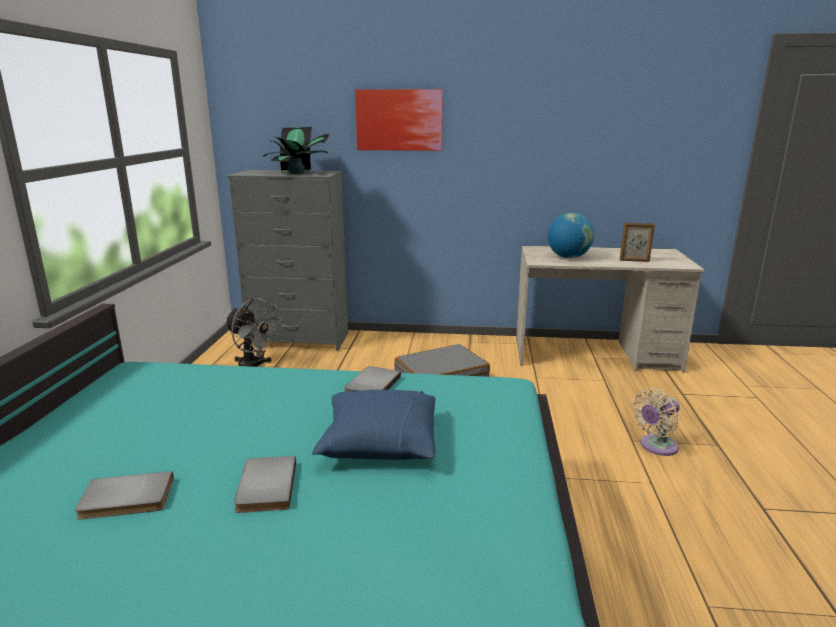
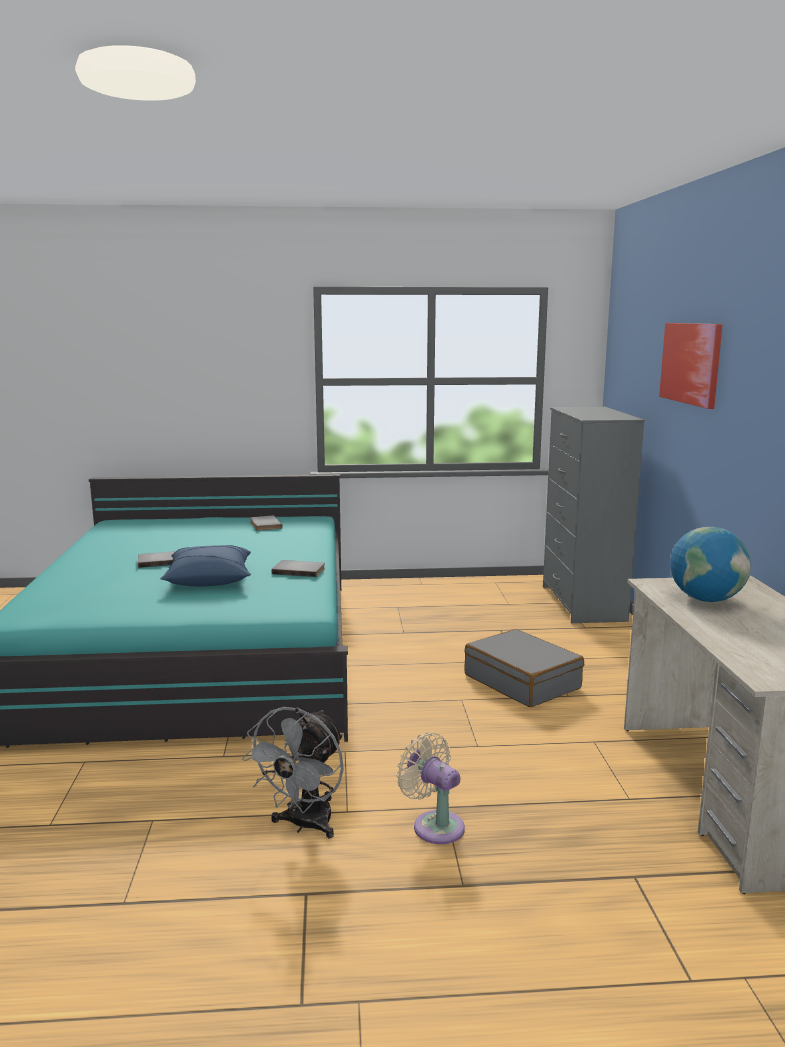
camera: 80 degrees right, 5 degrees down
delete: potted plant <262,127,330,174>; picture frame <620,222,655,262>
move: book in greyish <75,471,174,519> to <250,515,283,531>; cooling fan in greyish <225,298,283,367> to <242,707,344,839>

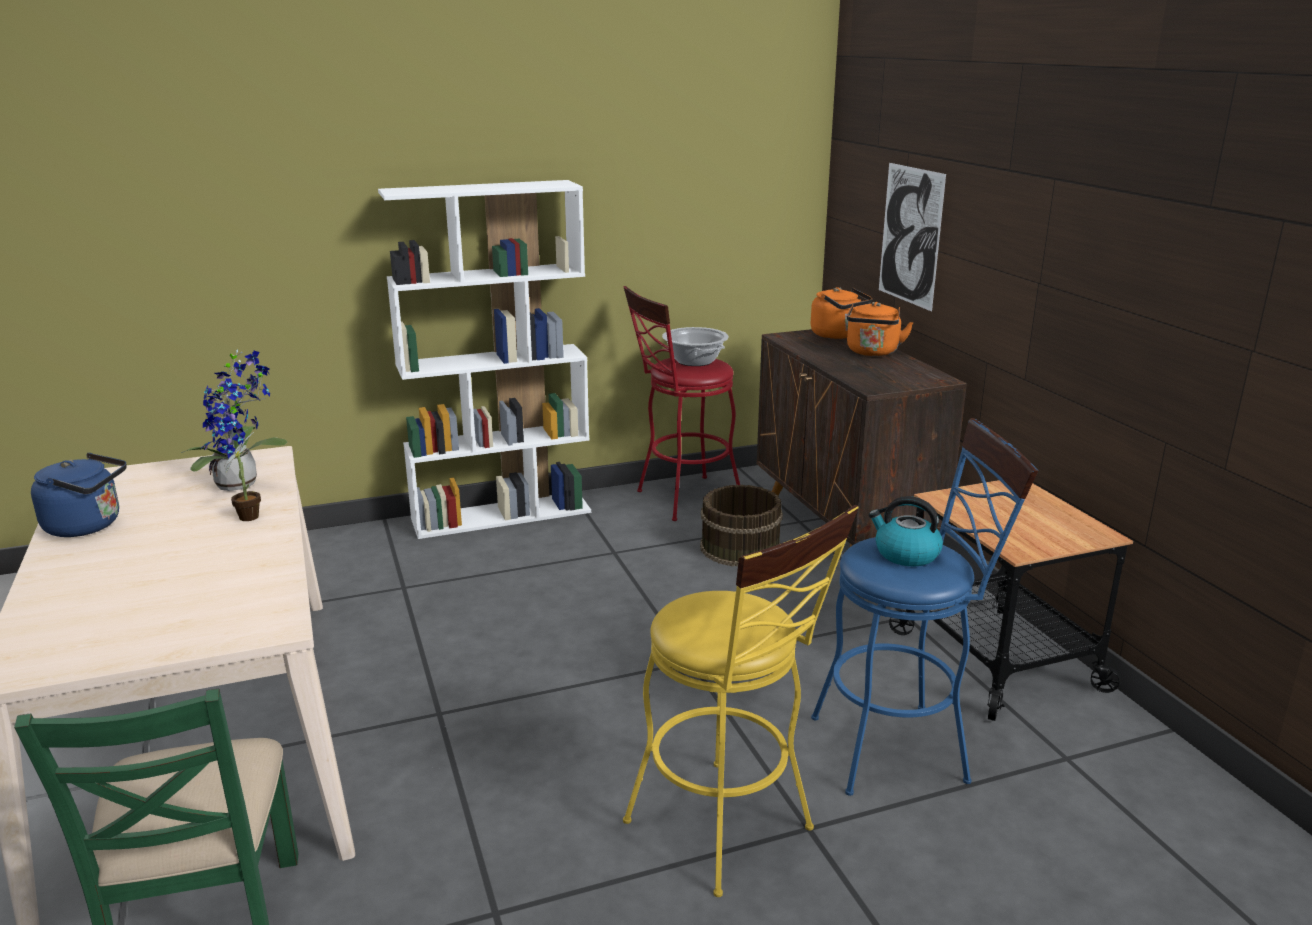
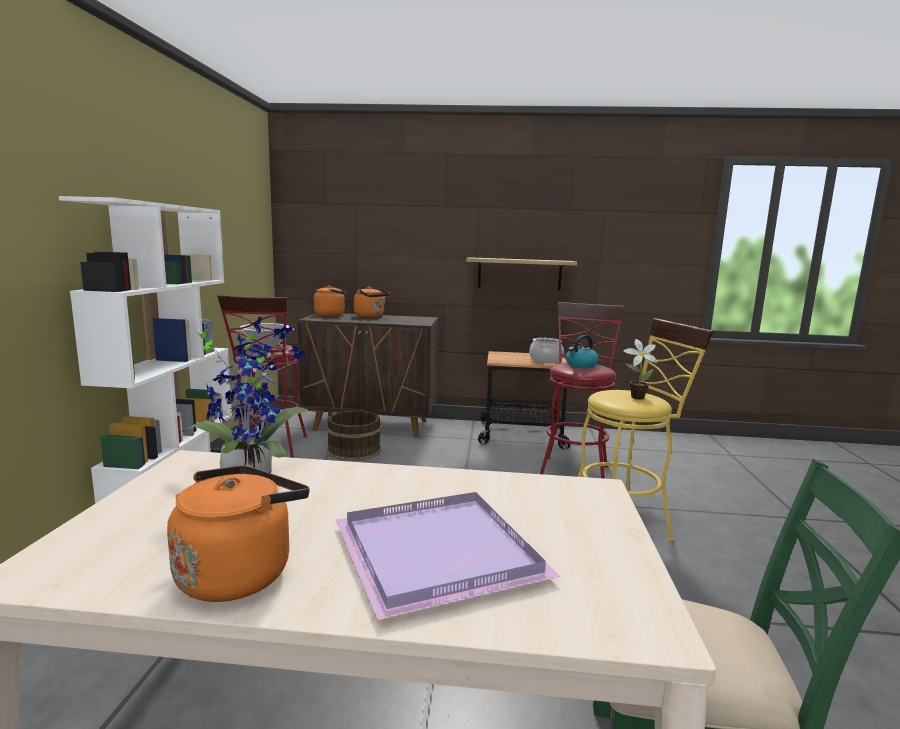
camera: 65 degrees left, 10 degrees down
delete: wall picture <879,163,946,311>
insert: tray in purple <336,492,561,620>; shelf <466,257,577,291>; cooking pot <529,338,564,363>
move: potted plant <225,431,261,521> to <623,339,658,399>
recolor: kettle in blue-coloured <31,453,127,537> to kettle in orangey <167,465,310,602>; stool in blue-coloured <811,418,1038,796> to stool in red <540,302,625,479>

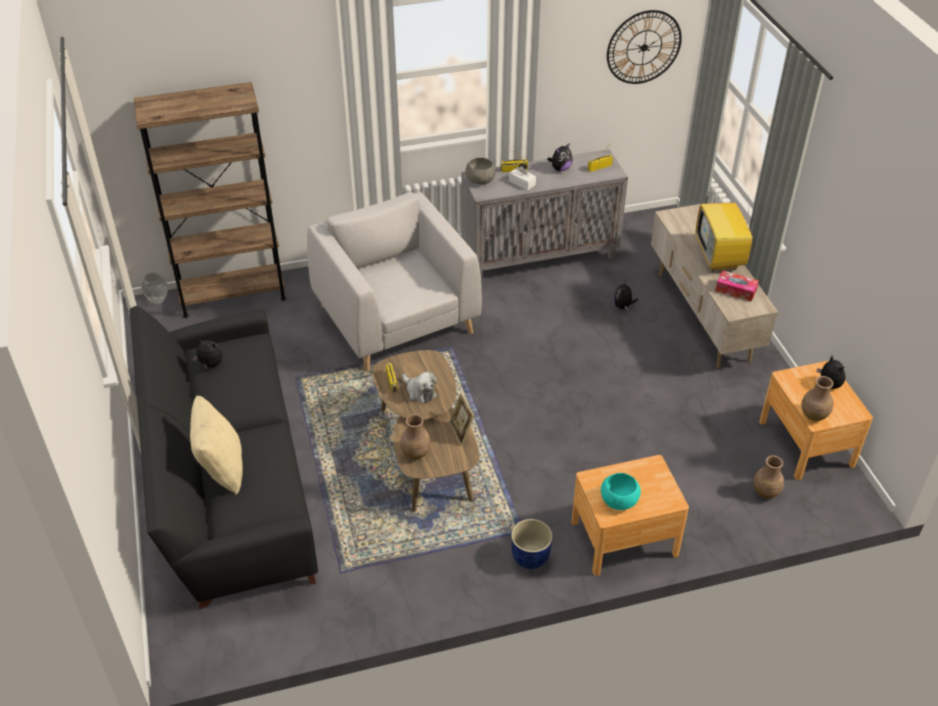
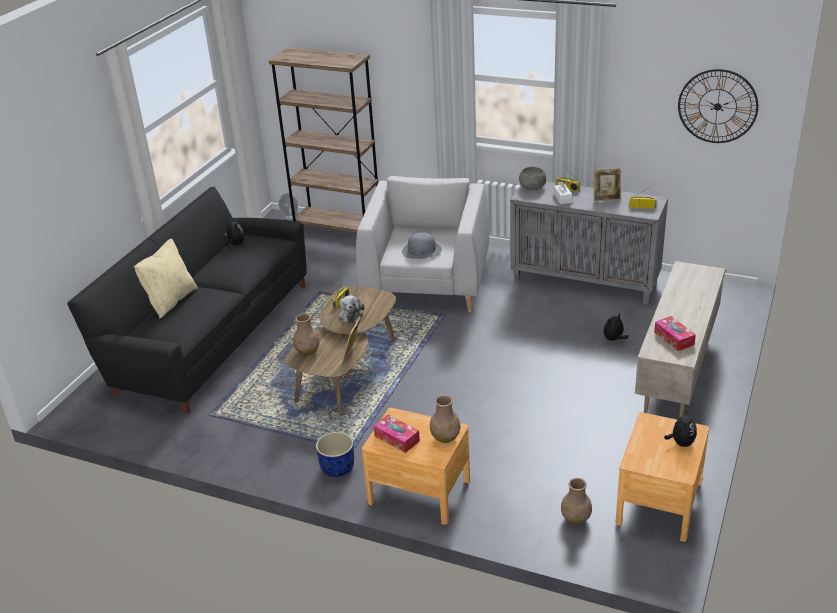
camera: 40 degrees right, 10 degrees down
delete: television <695,197,757,271>
insert: clothing hat in greyish <402,232,442,259>
move: decorative vase in brownish <801,376,833,421> to <430,395,461,443>
replace: soft toy <547,143,573,171> to picture frame <594,168,621,202>; deep dish in blue-green <601,473,641,510> to tissue box <373,415,420,453>

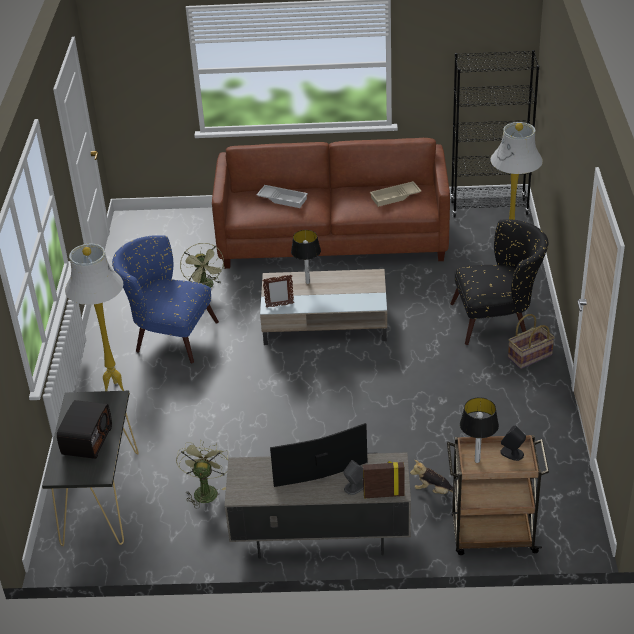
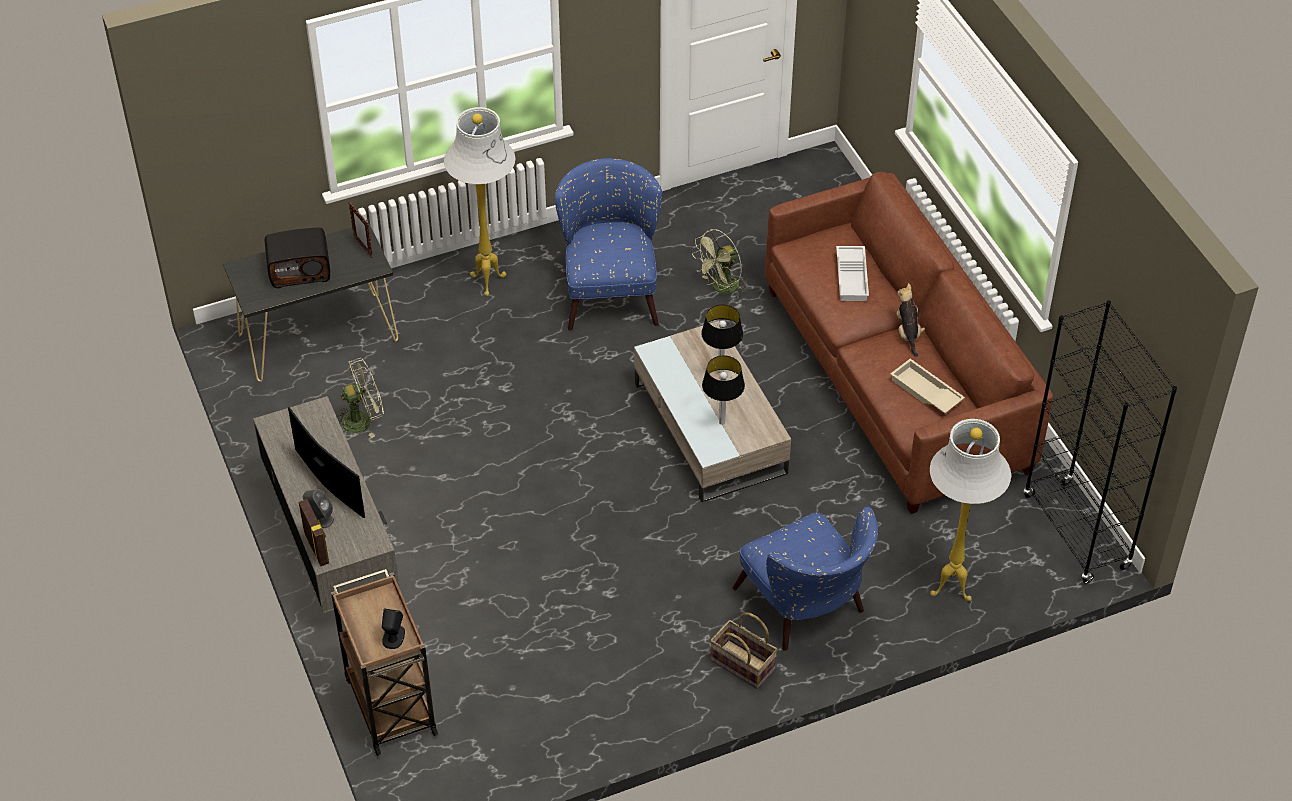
camera: 65 degrees right, 10 degrees up
move: picture frame <262,274,294,308> to <349,202,373,258>; soft toy <410,460,453,494> to <896,283,925,357>; table lamp <460,397,499,463> to <702,356,745,425>
recolor: easy chair in black-coloured <450,219,548,345> to easy chair in blue-coloured <732,506,878,651>

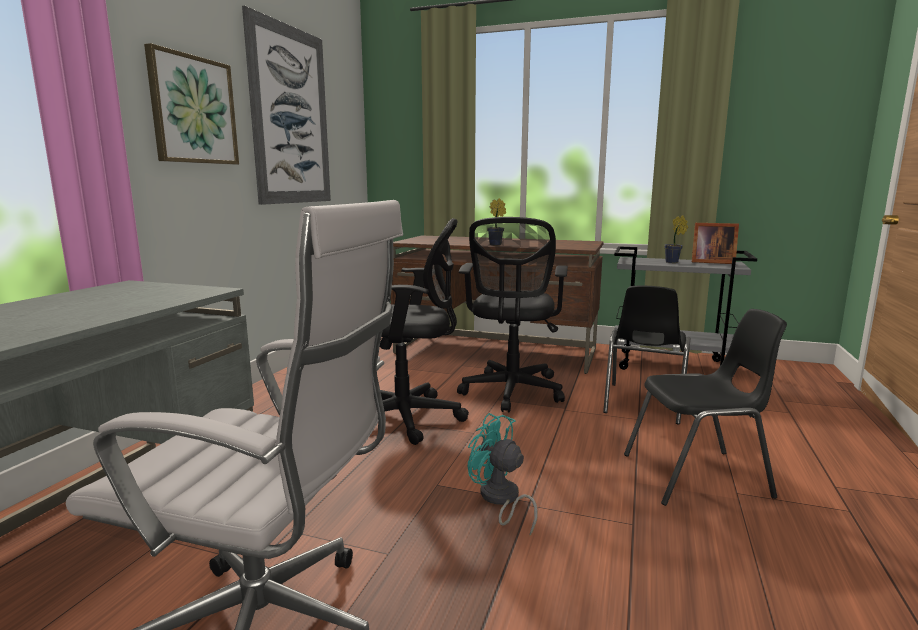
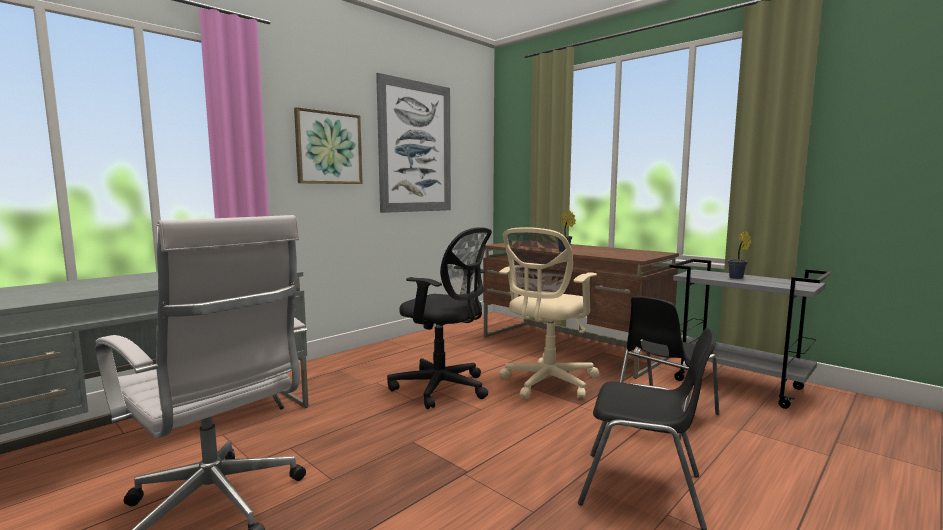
camera: 25 degrees right, 5 degrees down
delete: cooling fan in blue-green <468,413,538,536>; picture frame <692,223,739,264>
recolor: office chair in black-coloured <457,217,568,413> to office chair in beige-coloured <499,227,600,399>

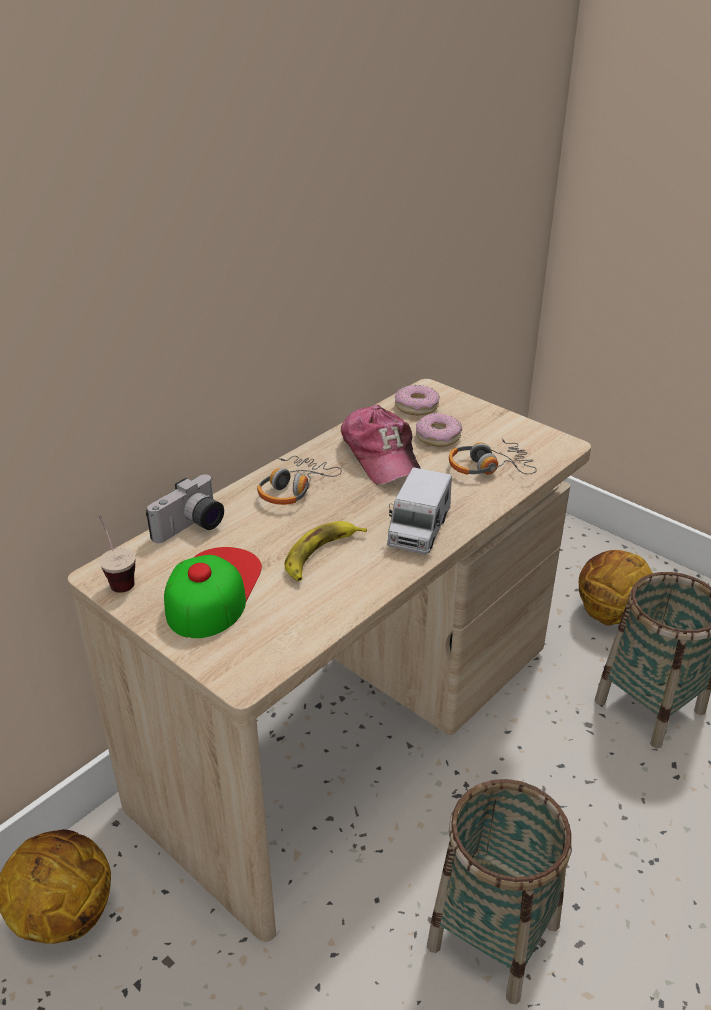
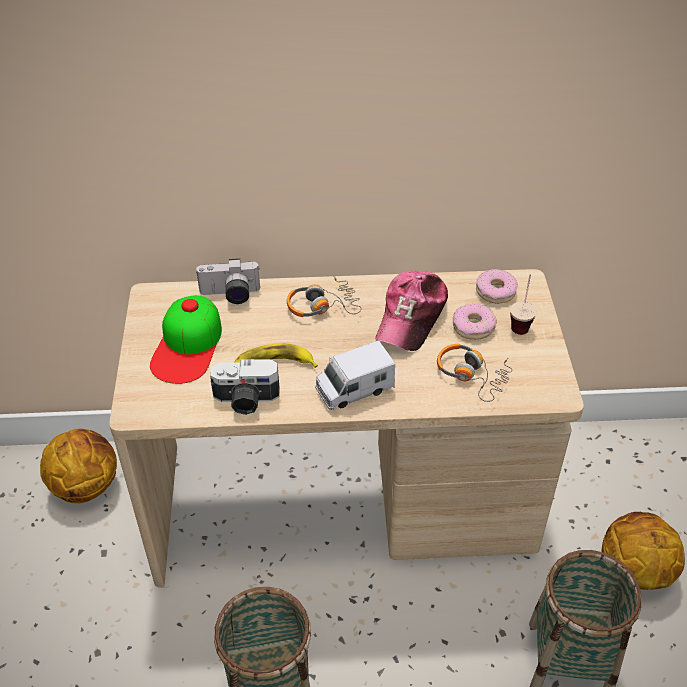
camera: 45 degrees right, 10 degrees up
insert: still camera <210,359,280,415>
move: small cup <99,515,136,593> to <510,274,537,335>
rotate: baseball cap <164,547,262,638> = <150,295,222,384> 135 degrees clockwise

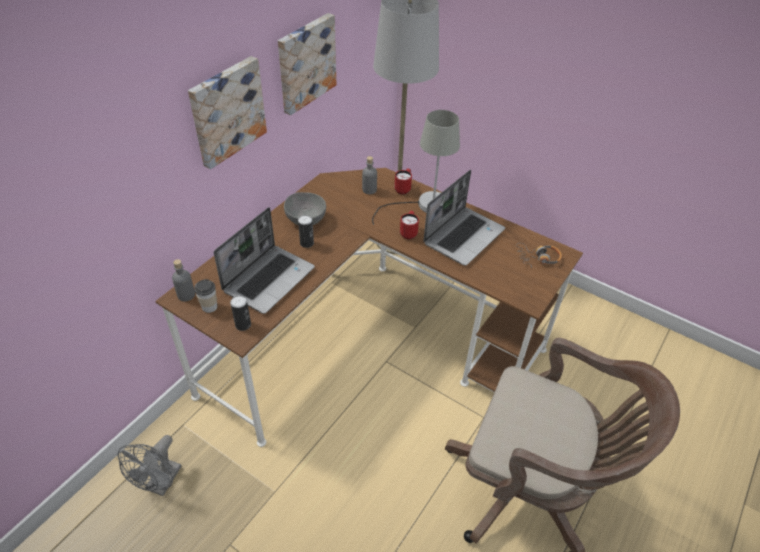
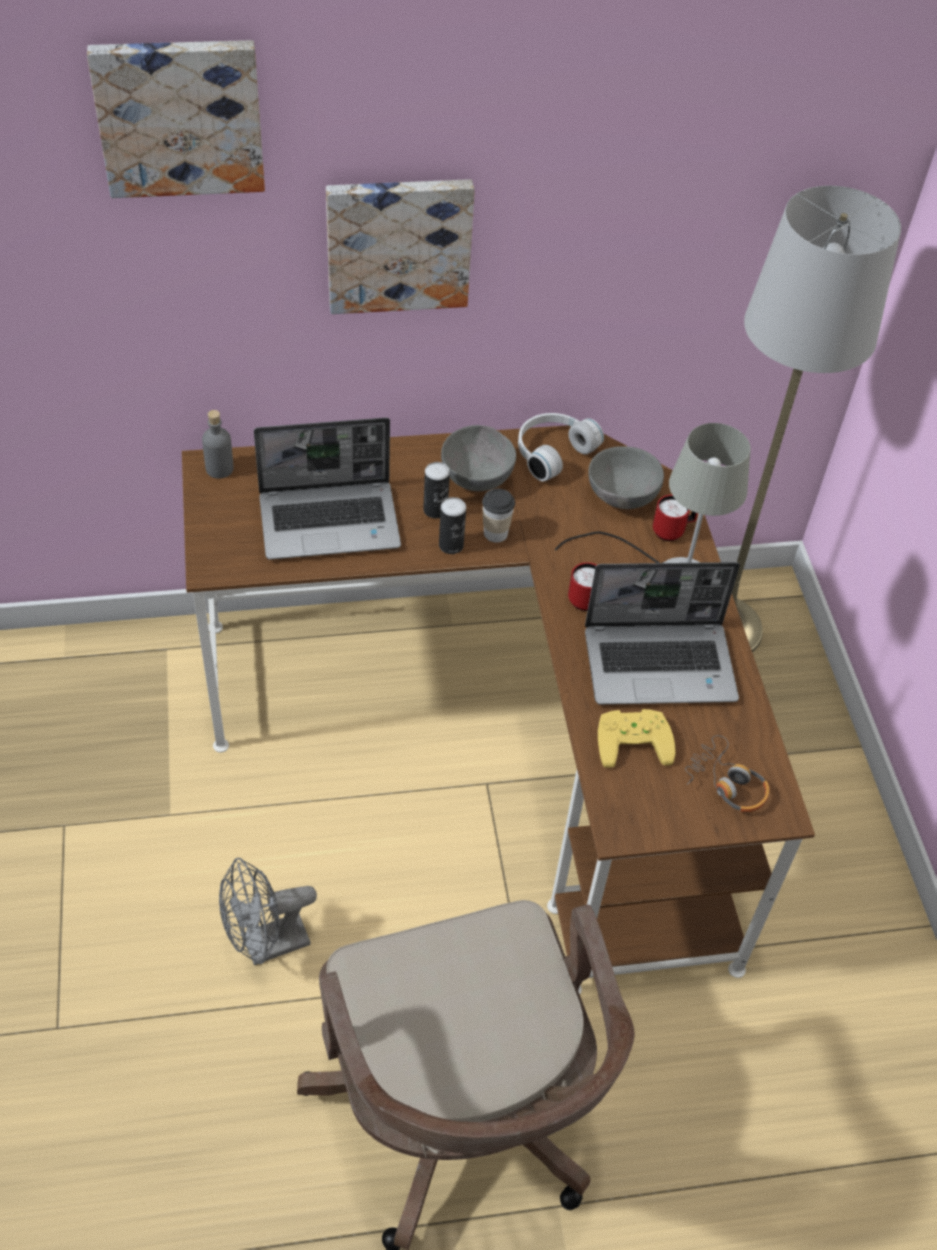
camera: 45 degrees right, 5 degrees up
insert: headphones in white-coloured <518,413,604,482>; gamepad in yellowish <598,709,676,768>
move: cooling fan in greyish <118,435,182,496> to <219,858,317,965>; small cup <194,279,217,313> to <482,489,515,543>; can <230,295,251,331> to <439,497,466,554>; wall picture <278,13,336,115> to <87,40,265,198>
replace: bottle in greyish <362,156,377,194> to deep dish in greyish <588,446,664,509>

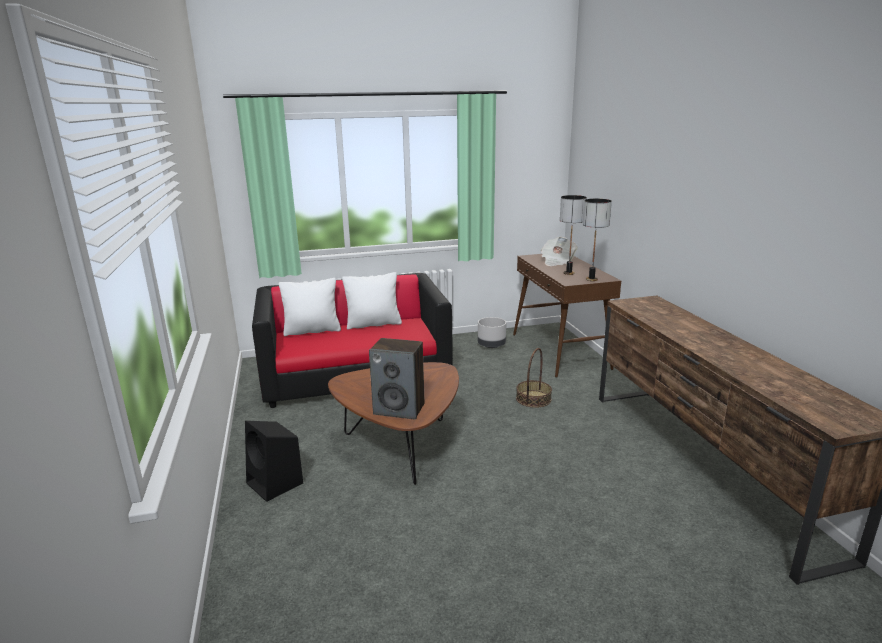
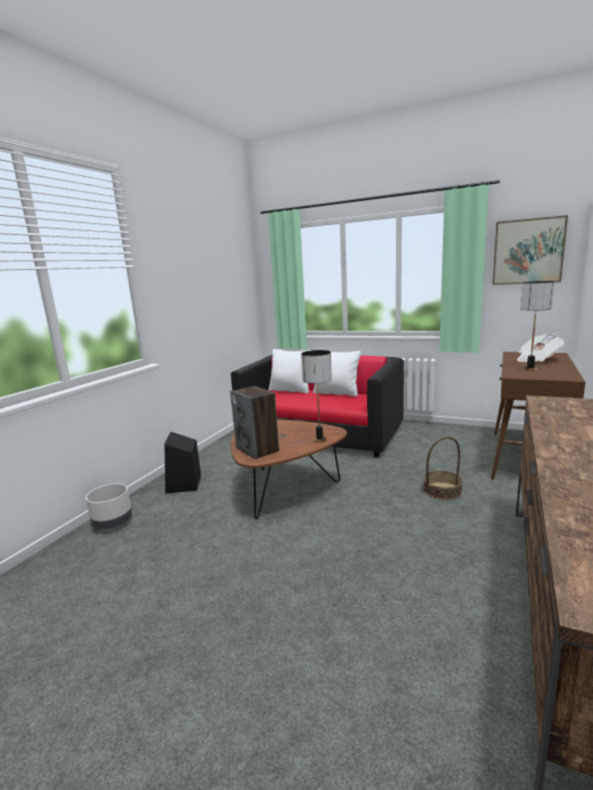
camera: 40 degrees right, 5 degrees down
insert: wall picture <492,215,568,285>
move: planter in greyish <478,317,506,348> to <86,483,132,529>; table lamp <583,199,612,281> to <301,350,332,442>

